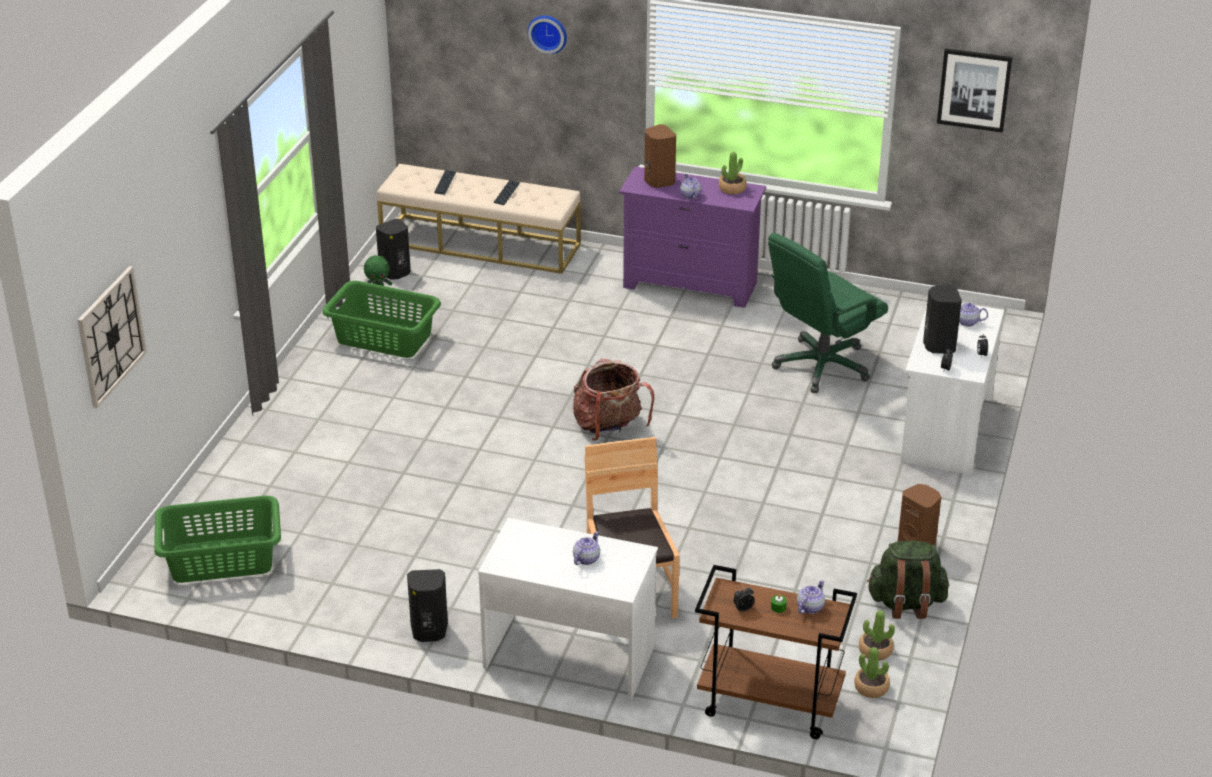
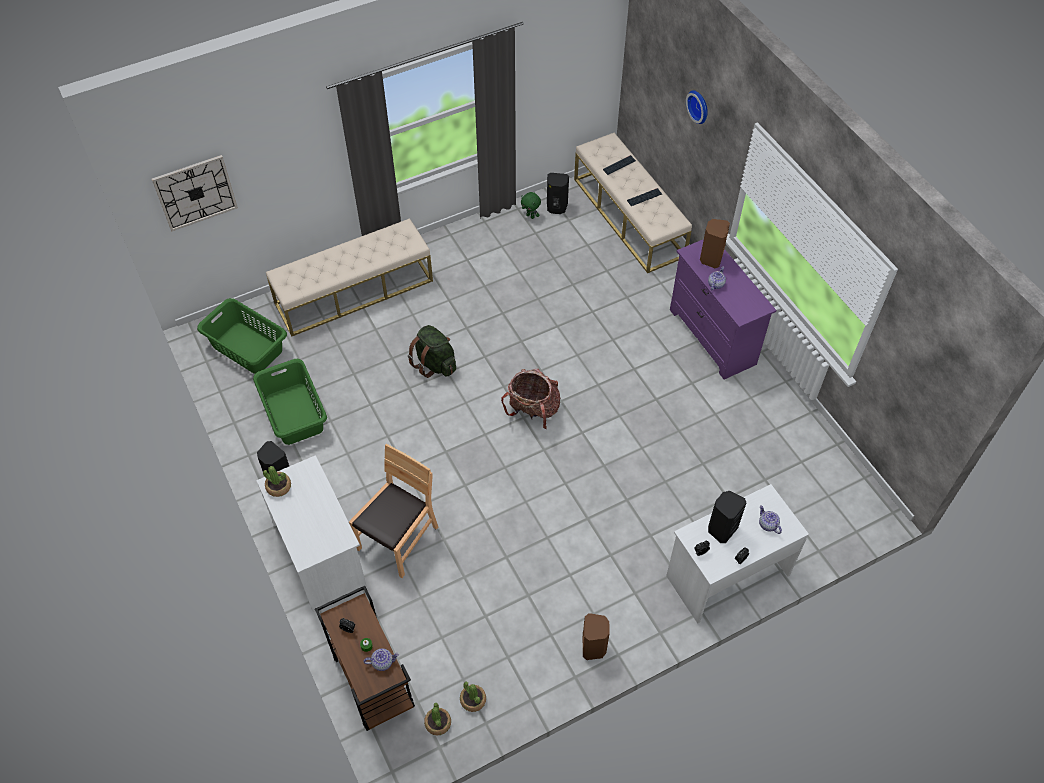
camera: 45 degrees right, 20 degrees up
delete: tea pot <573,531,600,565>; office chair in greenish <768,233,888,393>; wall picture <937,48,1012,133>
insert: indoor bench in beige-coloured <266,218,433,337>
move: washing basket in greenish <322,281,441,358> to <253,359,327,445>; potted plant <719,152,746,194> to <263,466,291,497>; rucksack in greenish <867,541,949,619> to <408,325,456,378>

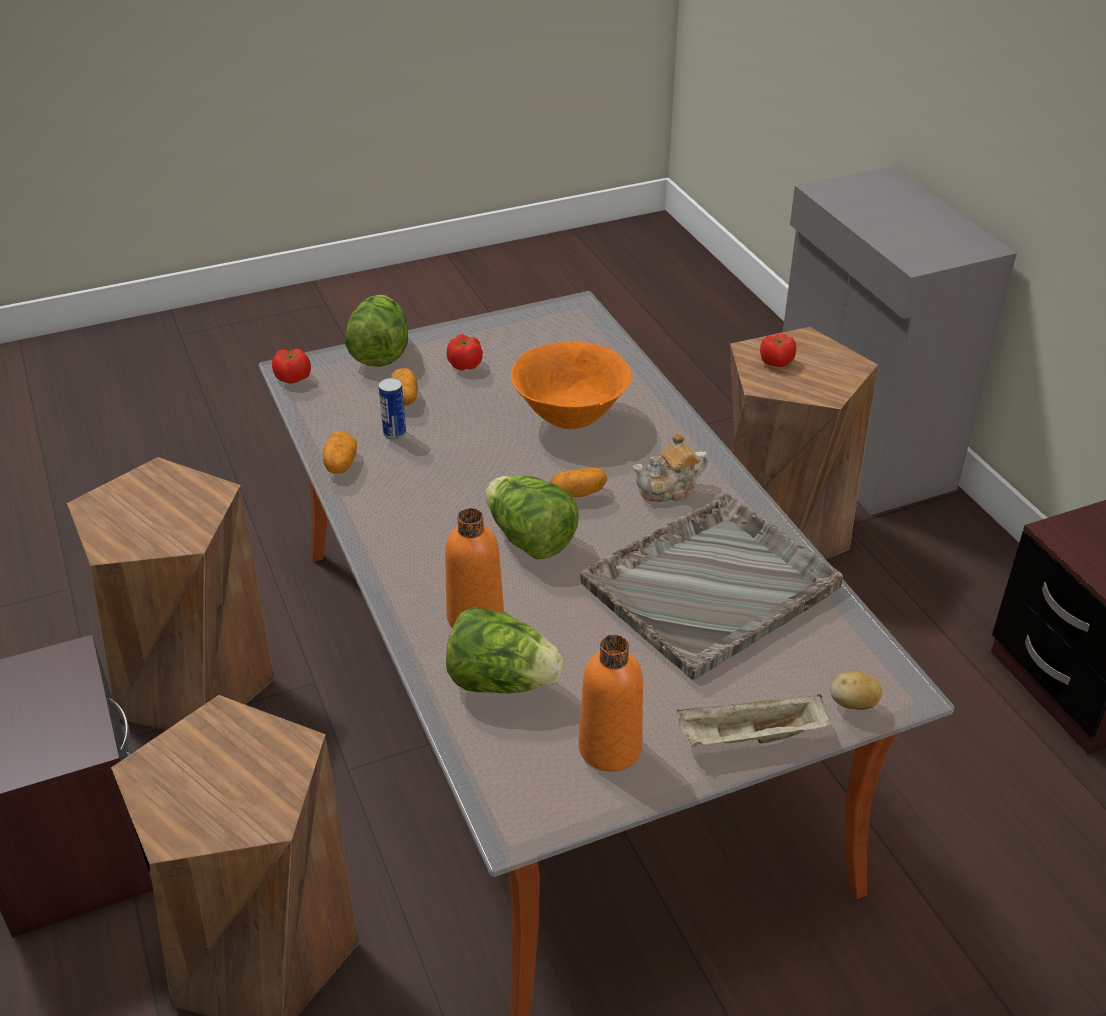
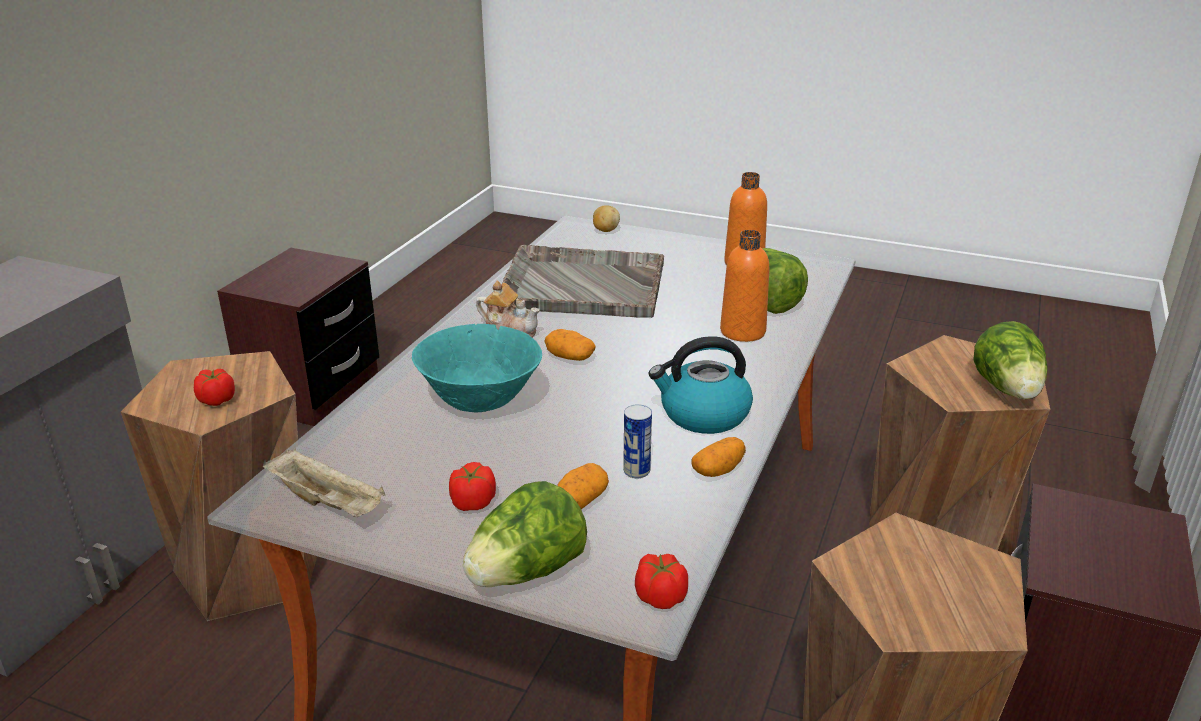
camera: 135 degrees left, 10 degrees down
insert: kettle <649,336,753,434>
move: head of lettuce <485,475,579,559> to <973,321,1048,399>; tray in beige-coloured <676,693,830,747> to <263,448,385,517>
recolor: deep dish in orangey <511,342,631,429> to deep dish in blue-green <412,324,542,413>

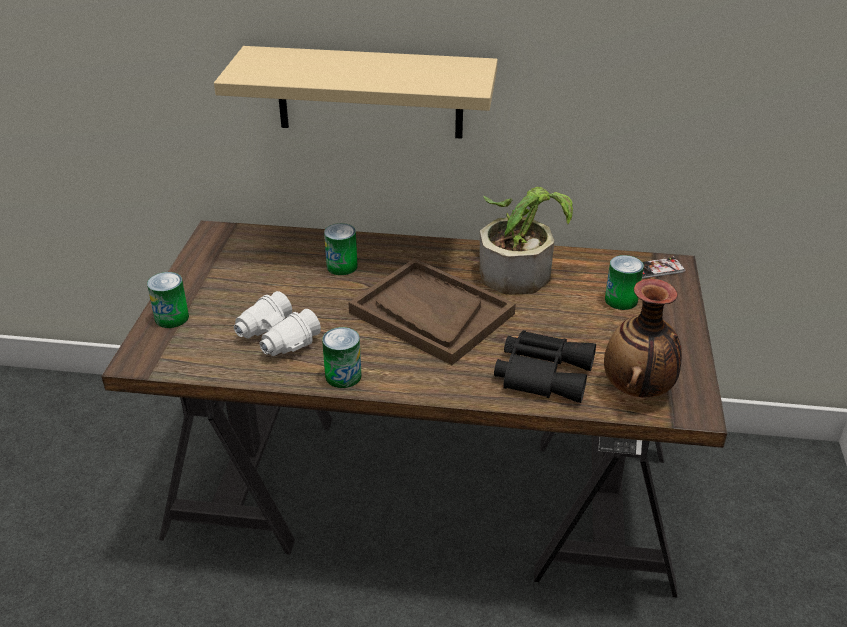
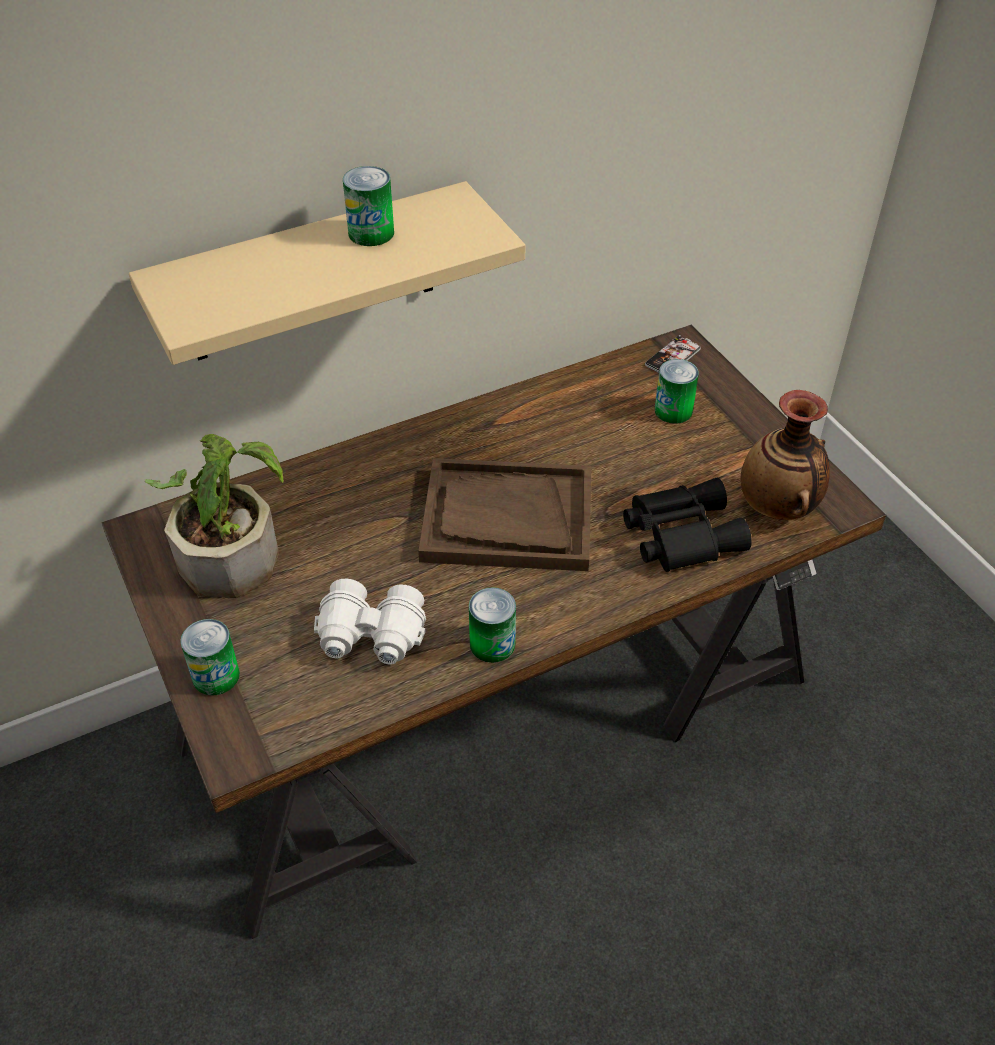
camera: 35 degrees left, 10 degrees up
move: can <324,223,358,275> to <343,166,394,246>; potted plant <479,187,573,295> to <144,434,284,598>

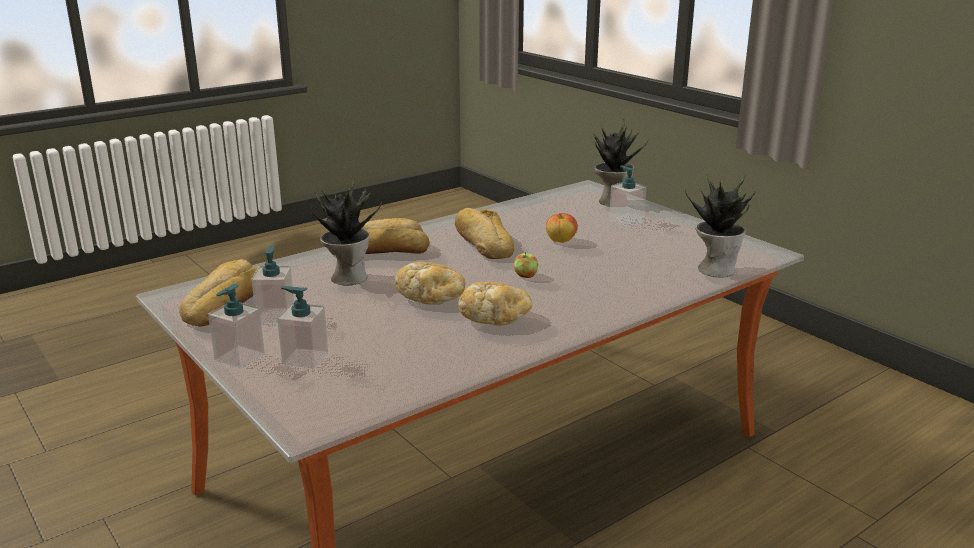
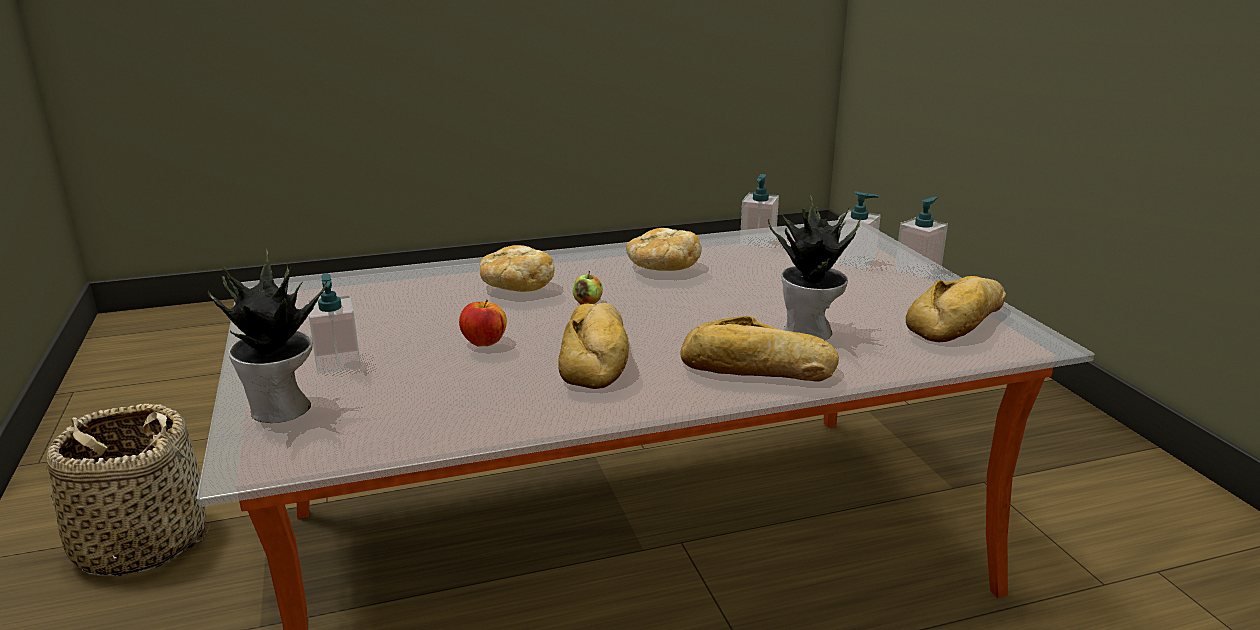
camera: 160 degrees left, 0 degrees up
delete: potted plant <685,174,756,277>
insert: storage basket <46,404,210,576>
move: soap dispenser <252,245,294,323> to <740,174,779,248>; bakery bread <395,262,465,305> to <479,245,554,292>

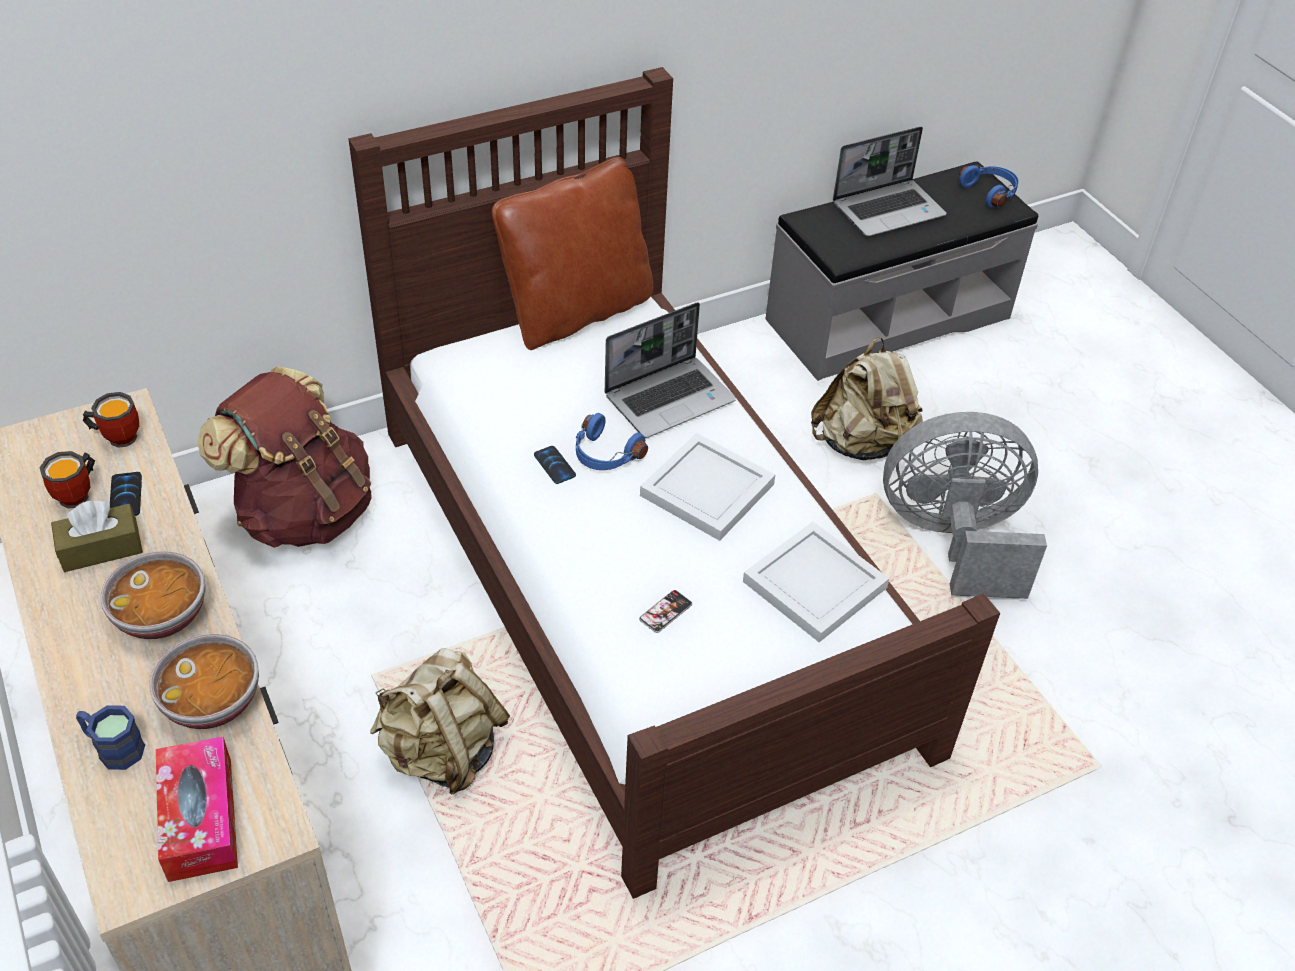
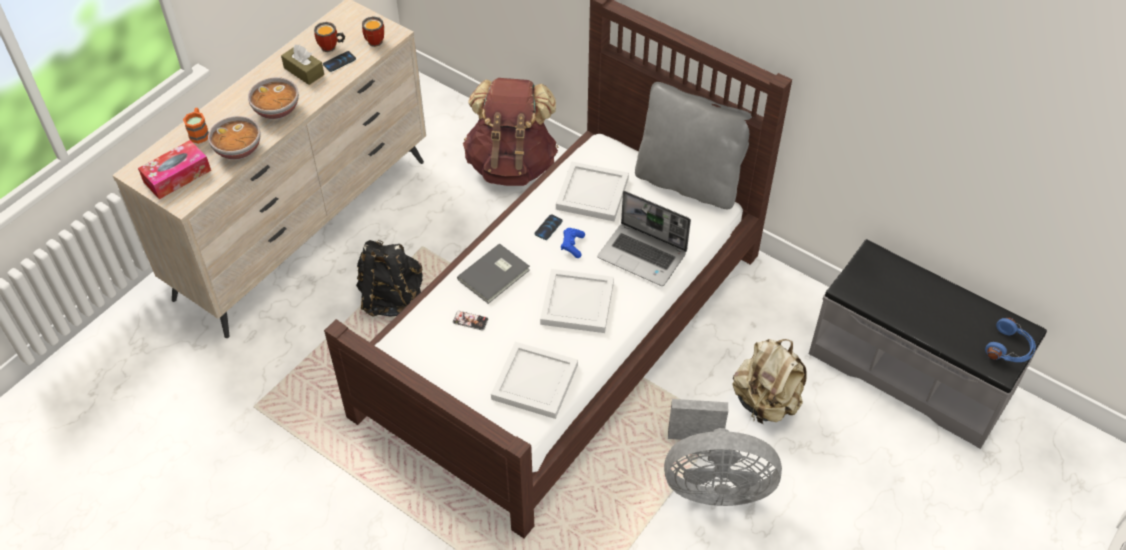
camera: 65 degrees right, 5 degrees up
delete: laptop <833,126,947,237>
insert: book in greyish <457,243,530,304>; tray in white-coloured <556,162,629,221>
replace: headphones in blue-coloured <576,413,648,470> to gamepad in blue-coloured <561,228,585,258>
recolor: coffee mug in blue-coloured <76,705,145,770> to coffee mug in orangey <183,108,209,144>; rucksack in beige-coloured <370,648,510,795> to rucksack in black-coloured <356,240,423,317>; cushion in brownish <492,157,653,350> to cushion in greyish <635,82,753,209>
rotate: cooling fan in greyish <883,412,1047,599> = <664,399,782,506> 120 degrees clockwise

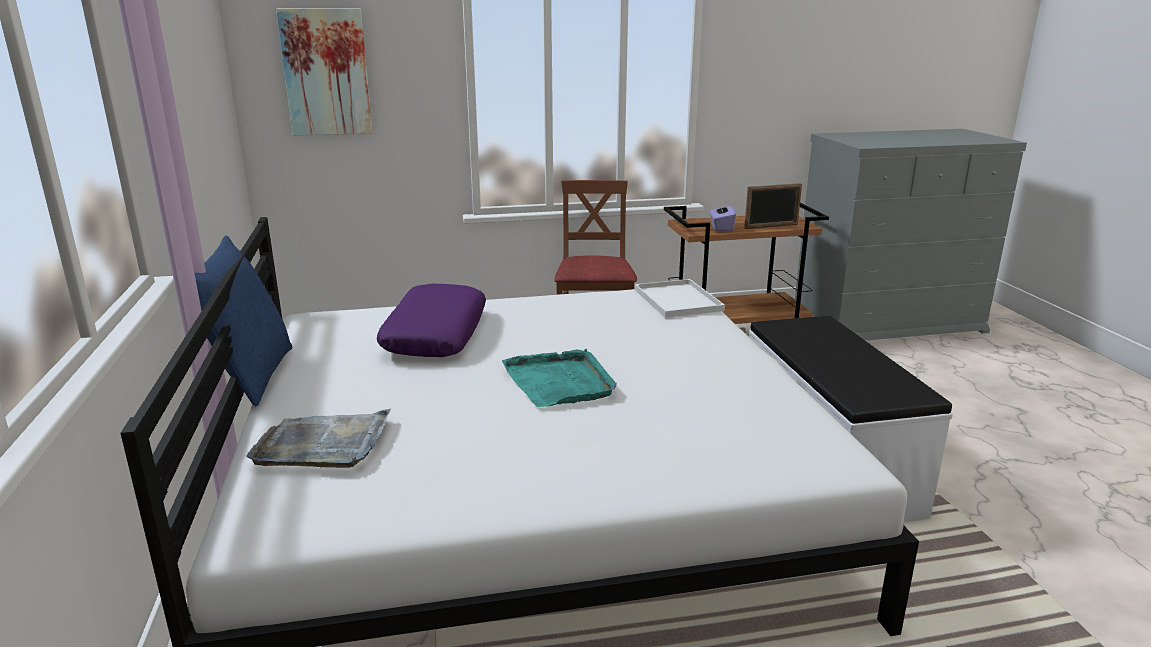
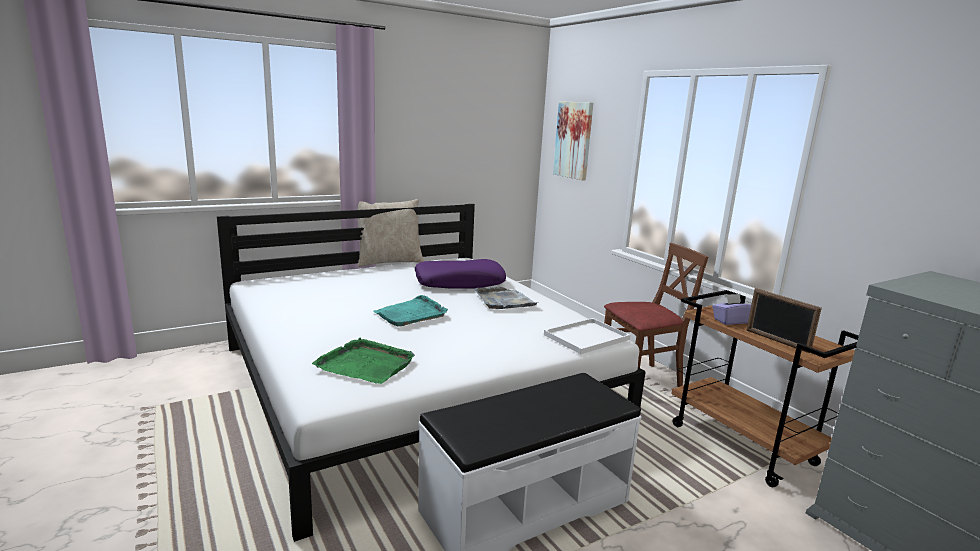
camera: 70 degrees right, 5 degrees down
insert: tray in greenish <312,337,415,384>
move: tray in greyish <246,408,392,468> to <475,287,538,309>
recolor: cushion in blue-coloured <195,235,292,406> to cushion in beige-coloured <357,199,424,267>

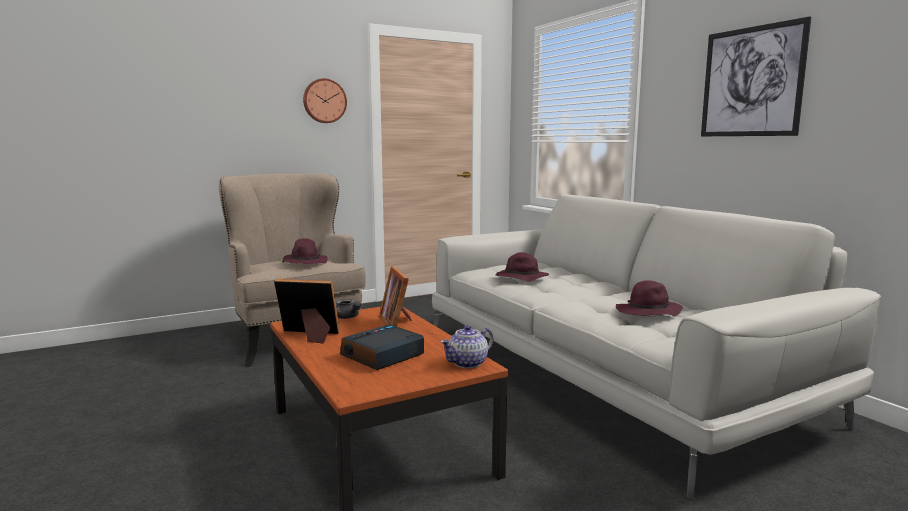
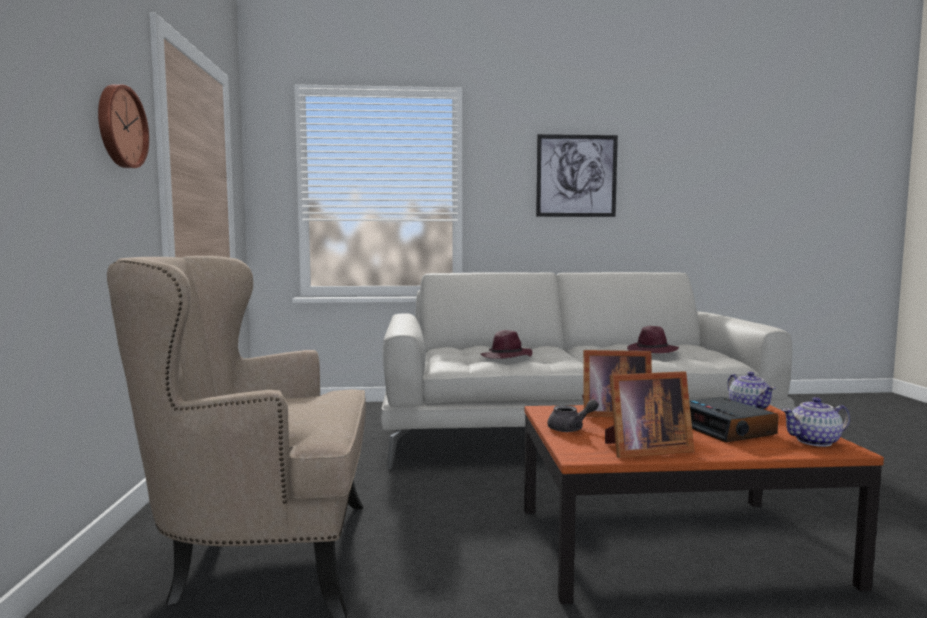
camera: 65 degrees left, 5 degrees down
delete: clothing hat in purple <282,238,328,264>
insert: tea pot <782,397,850,447>
rotate: picture frame <274,279,340,344> = <605,371,695,458> 135 degrees counterclockwise

